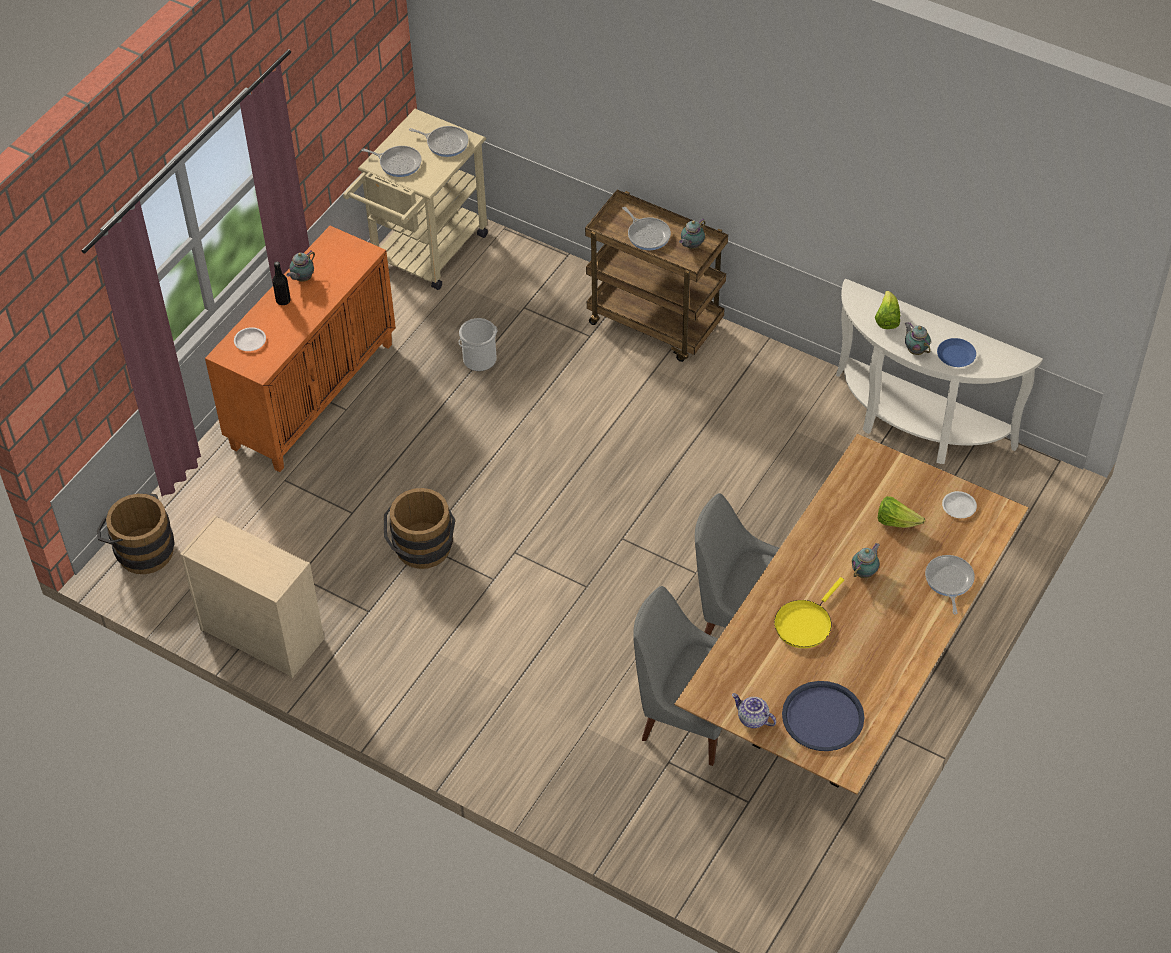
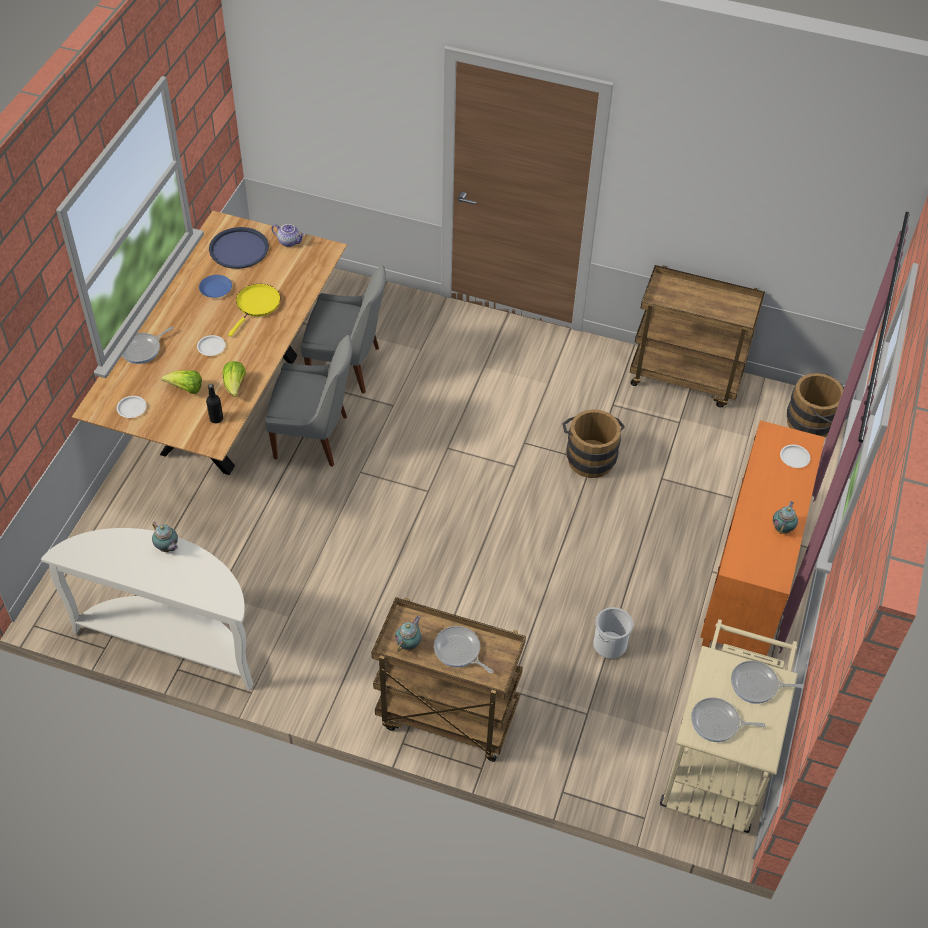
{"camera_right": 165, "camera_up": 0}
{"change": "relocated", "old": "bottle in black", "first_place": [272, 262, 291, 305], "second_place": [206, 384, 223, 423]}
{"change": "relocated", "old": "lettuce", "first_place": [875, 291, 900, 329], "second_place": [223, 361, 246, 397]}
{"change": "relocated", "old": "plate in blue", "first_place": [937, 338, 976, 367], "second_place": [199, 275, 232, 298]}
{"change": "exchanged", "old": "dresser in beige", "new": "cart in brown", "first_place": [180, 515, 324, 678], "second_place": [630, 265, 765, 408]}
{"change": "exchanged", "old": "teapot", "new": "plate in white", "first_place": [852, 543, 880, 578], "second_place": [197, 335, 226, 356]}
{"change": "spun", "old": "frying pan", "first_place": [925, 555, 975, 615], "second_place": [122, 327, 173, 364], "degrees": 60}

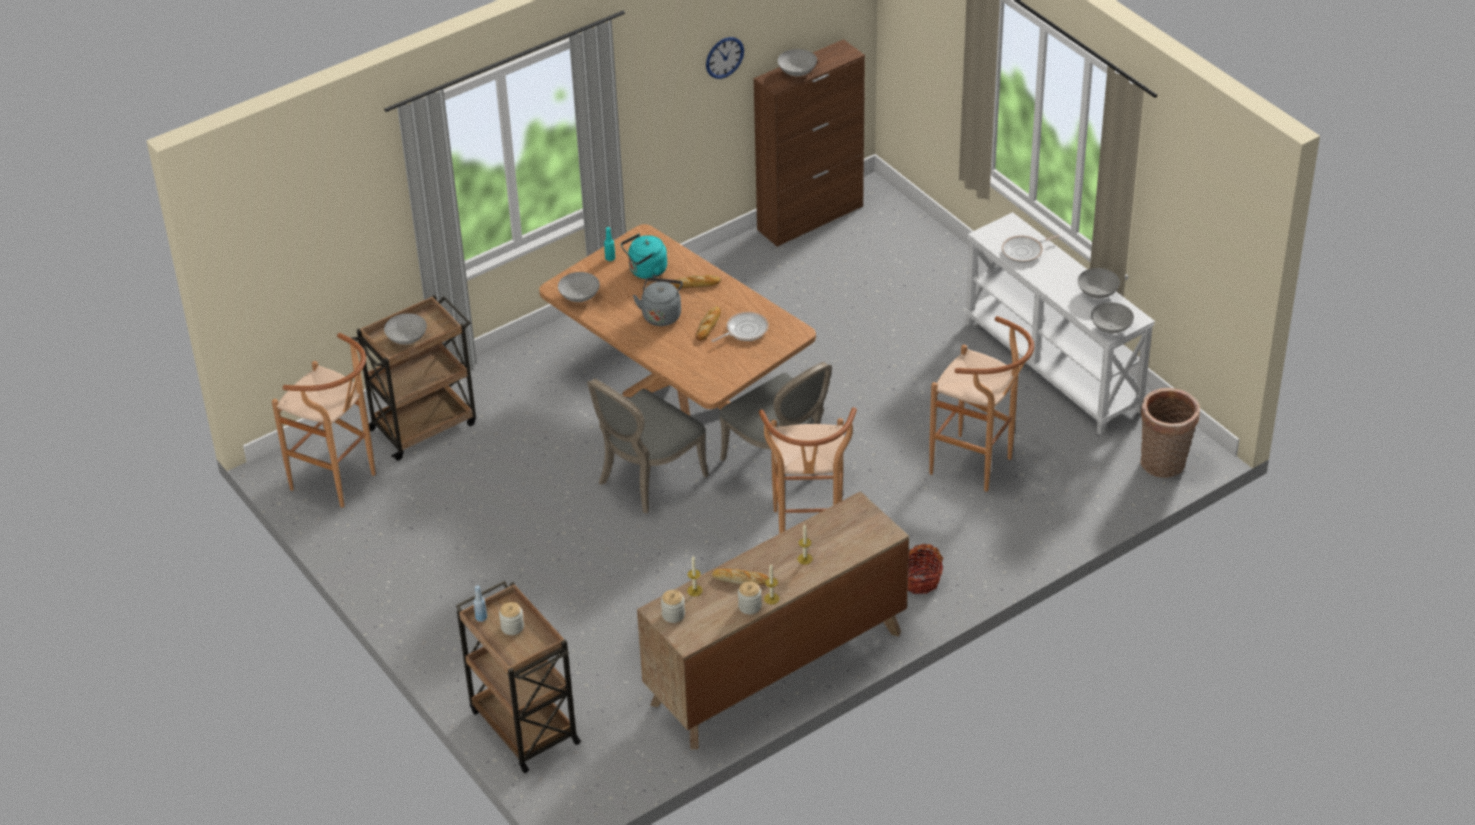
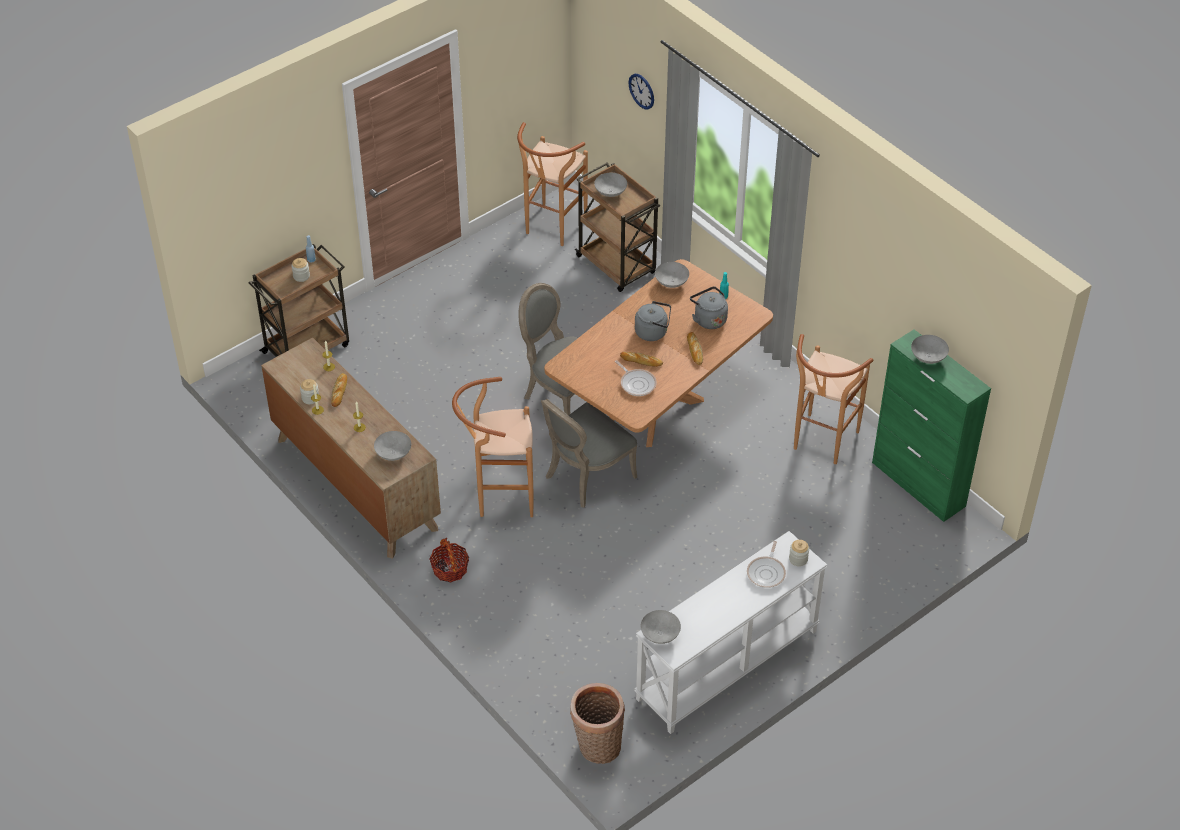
{"camera_right": 85, "camera_up": 5}
{"change": "relocated", "old": "wall clock", "first_place": [706, 37, 744, 79], "second_place": [628, 74, 654, 110]}
{"change": "colour", "old": "cabinet in brown", "new": "cabinet in green", "first_place": [754, 39, 865, 247], "second_place": [872, 329, 991, 522]}
{"change": "colour", "old": "kettle in turquoise", "new": "kettle in grey", "first_place": [621, 234, 667, 279], "second_place": [690, 287, 728, 329]}
{"change": "spun", "old": "frying pan", "first_place": [1002, 235, 1059, 263], "second_place": [747, 541, 786, 588], "degrees": -135}
{"change": "relocated", "old": "bowl in grey", "first_place": [1078, 268, 1120, 299], "second_place": [374, 431, 411, 461]}
{"change": "relocated", "old": "stool in brown", "first_place": [929, 316, 1034, 492], "second_place": [794, 334, 873, 464]}
{"change": "relocated", "old": "jar", "first_place": [661, 590, 685, 623], "second_place": [789, 540, 809, 566]}

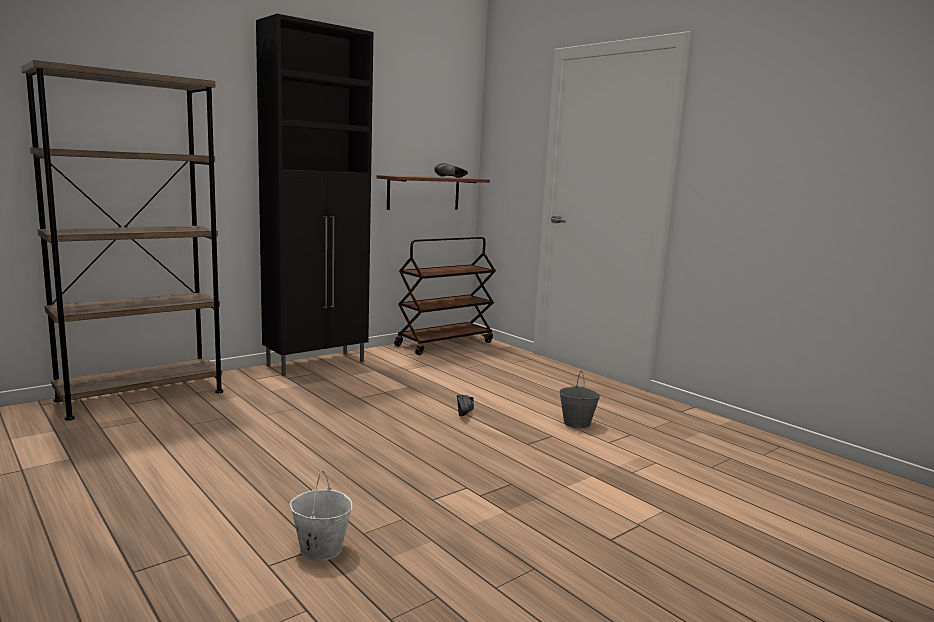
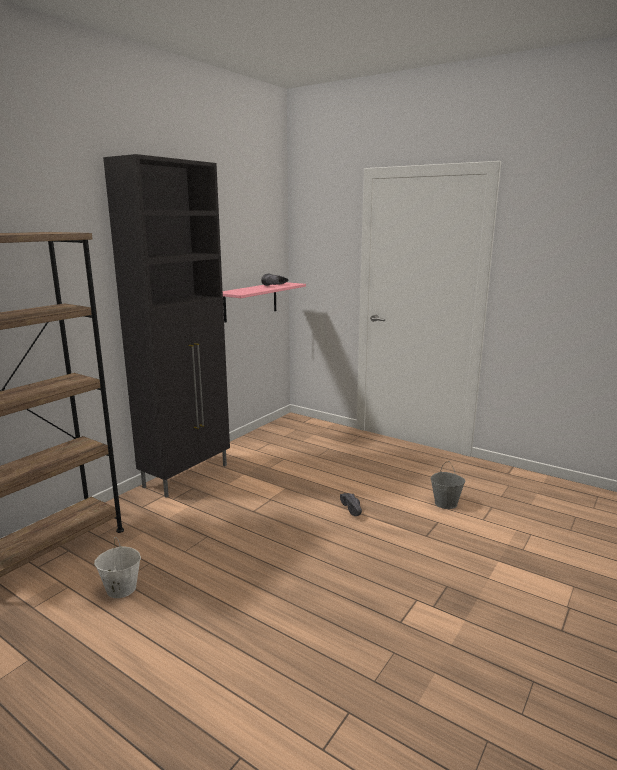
{"camera_right": -15, "camera_up": 5}
{"change": "colour", "old": "shelf in brown", "new": "shelf in pink", "first_place": [377, 175, 490, 210], "second_place": [223, 282, 306, 323]}
{"change": "missing", "old": "cart in brown", "first_place": [394, 237, 496, 355]}
{"change": "relocated", "old": "bucket in white", "first_place": [289, 471, 352, 561], "second_place": [94, 537, 141, 598]}

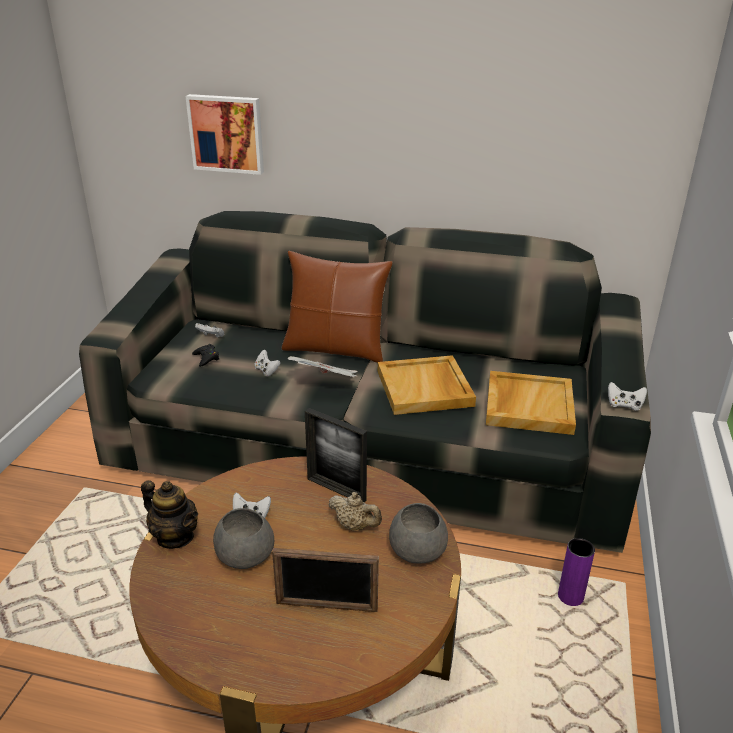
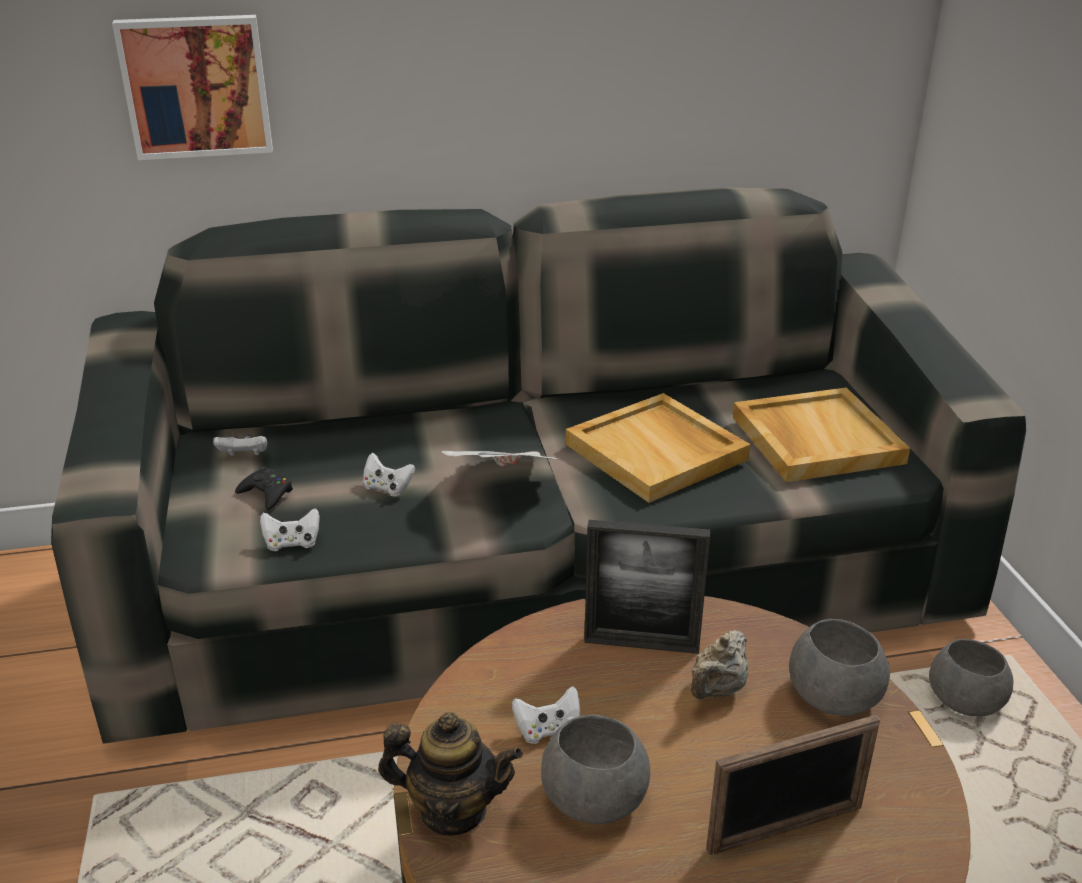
{"camera_right": -25, "camera_up": 0}
{"change": "missing", "old": "pillow in brown", "first_place": [281, 251, 392, 363]}
{"change": "relocated", "old": "game controller in white", "first_place": [608, 382, 647, 411], "second_place": [260, 508, 320, 551]}
{"change": "spun", "old": "teapot in beige", "first_place": [328, 492, 382, 531], "second_place": [691, 630, 749, 699], "degrees": 120}
{"change": "exchanged", "old": "vase in purple", "new": "bowl in grey", "first_place": [558, 538, 595, 606], "second_place": [929, 639, 1013, 716]}

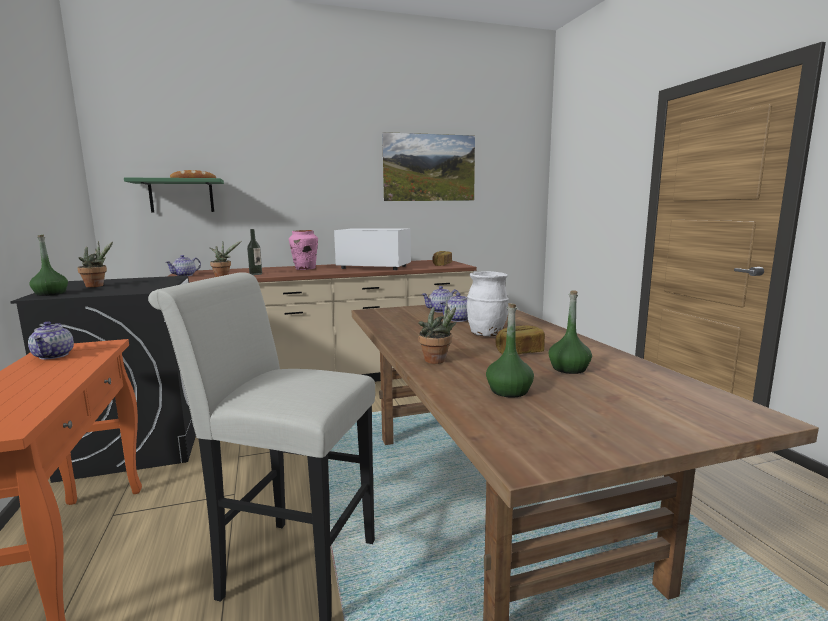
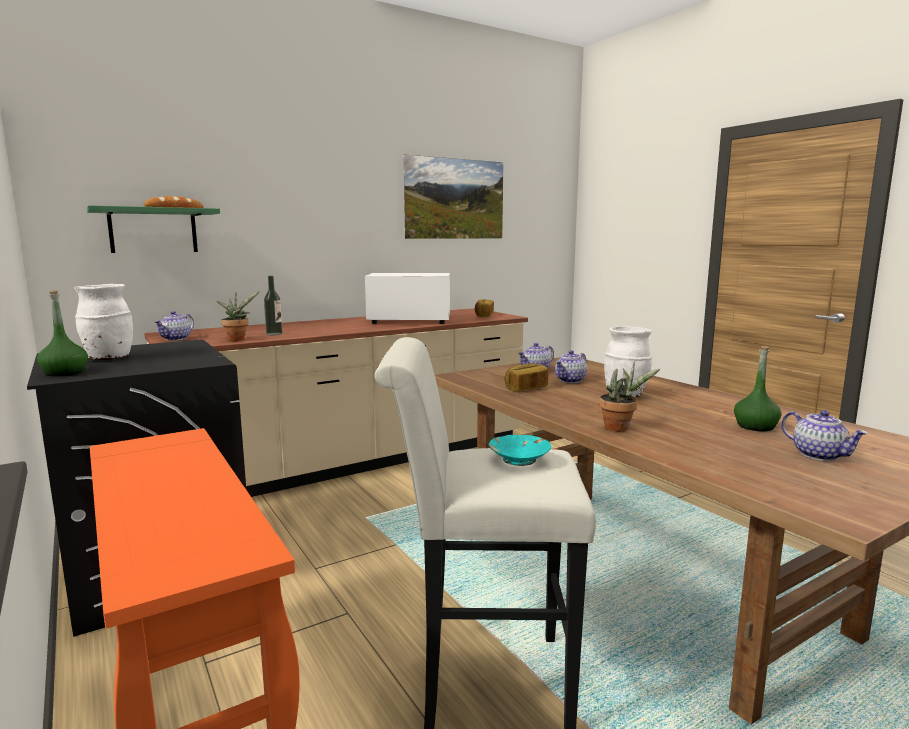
{"camera_right": -15, "camera_up": 0}
{"change": "missing", "old": "vase in pink", "first_place": [289, 230, 318, 270]}
{"change": "exchanged", "old": "potted plant", "new": "vase in white", "first_place": [77, 241, 113, 287], "second_place": [74, 284, 133, 360]}
{"change": "missing", "old": "bottle in green", "first_place": [486, 303, 534, 397]}
{"change": "relocated", "old": "teapot", "first_place": [28, 321, 74, 359], "second_place": [781, 410, 868, 461]}
{"change": "relocated", "old": "bread", "first_place": [495, 325, 545, 354], "second_place": [505, 363, 548, 392]}
{"change": "appeared", "new": "bowl in turquoise", "second_place": [489, 435, 551, 466]}

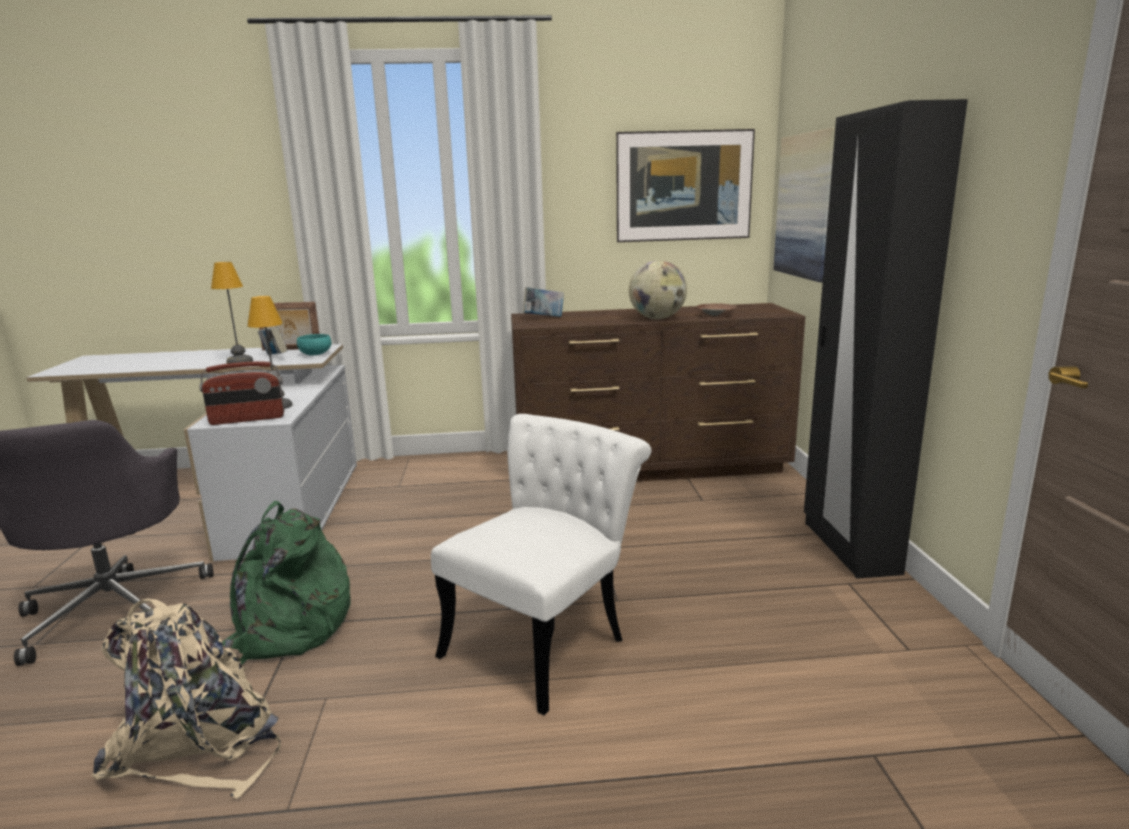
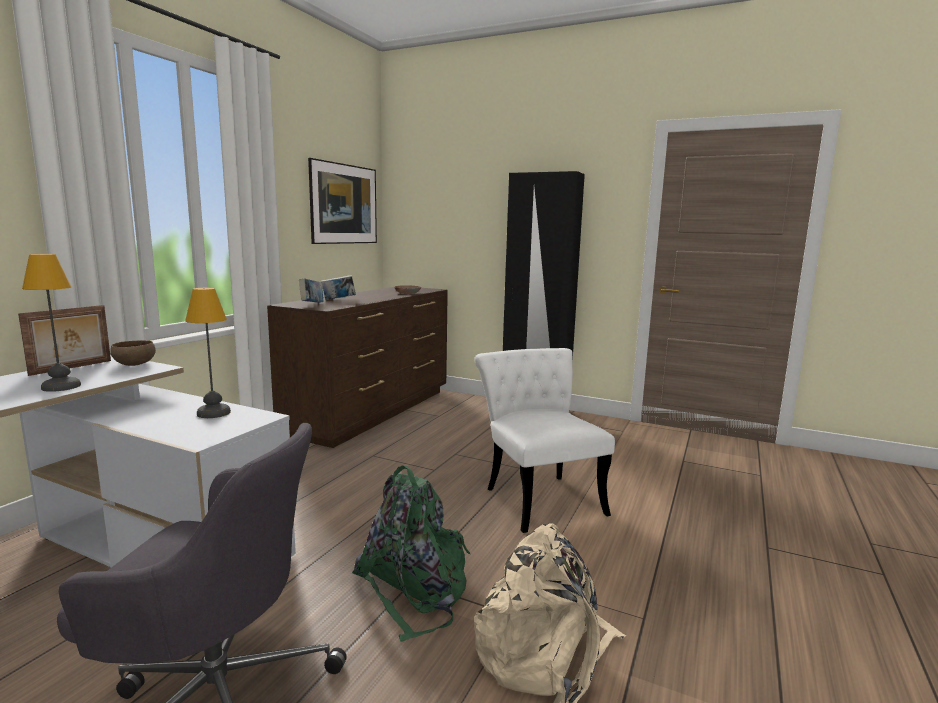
{"camera_right": -60, "camera_up": -5}
{"change": "missing", "old": "picture", "first_place": [774, 128, 835, 282]}
{"change": "missing", "old": "globe", "first_place": [629, 260, 687, 319]}
{"change": "relocated", "old": "book", "first_place": [258, 326, 288, 355], "second_place": [321, 275, 356, 300]}
{"change": "colour", "old": "bowl in turquoise", "new": "bowl in brown", "first_place": [297, 334, 331, 355], "second_place": [110, 340, 156, 366]}
{"change": "missing", "old": "radio", "first_place": [199, 362, 284, 425]}

